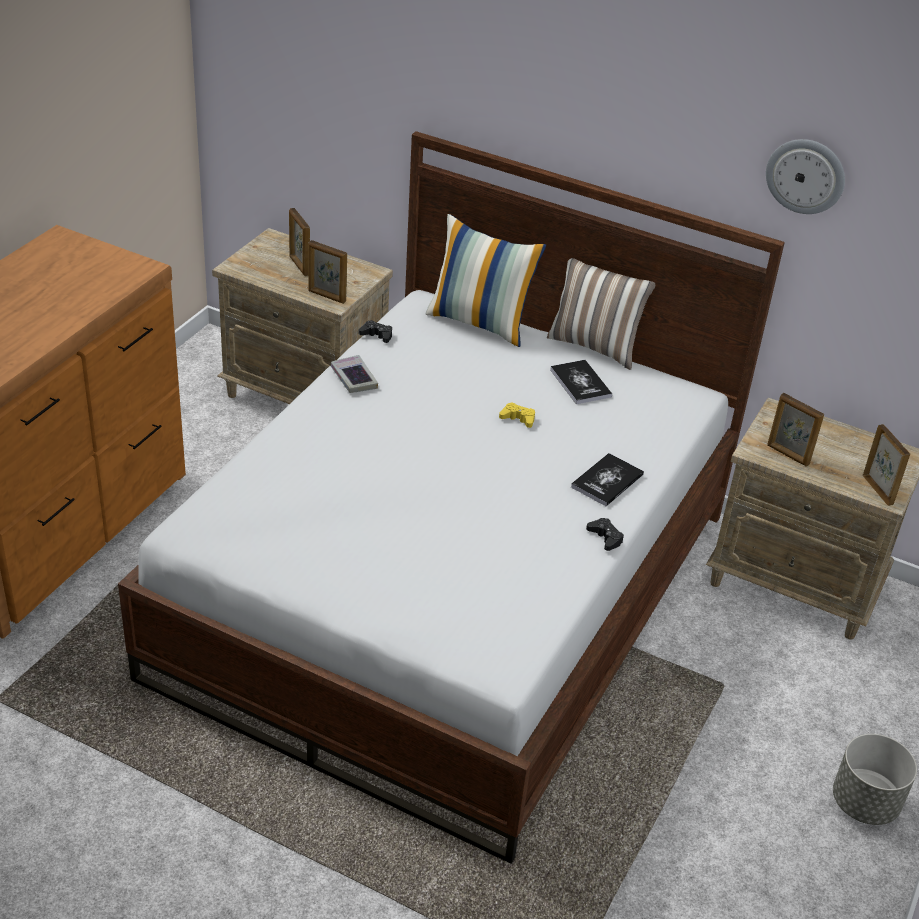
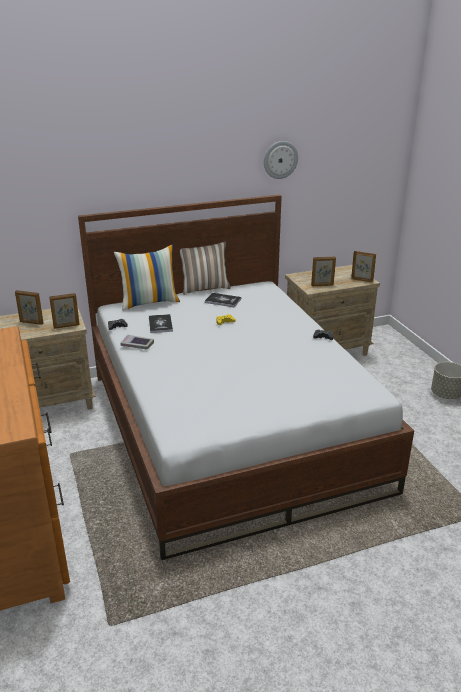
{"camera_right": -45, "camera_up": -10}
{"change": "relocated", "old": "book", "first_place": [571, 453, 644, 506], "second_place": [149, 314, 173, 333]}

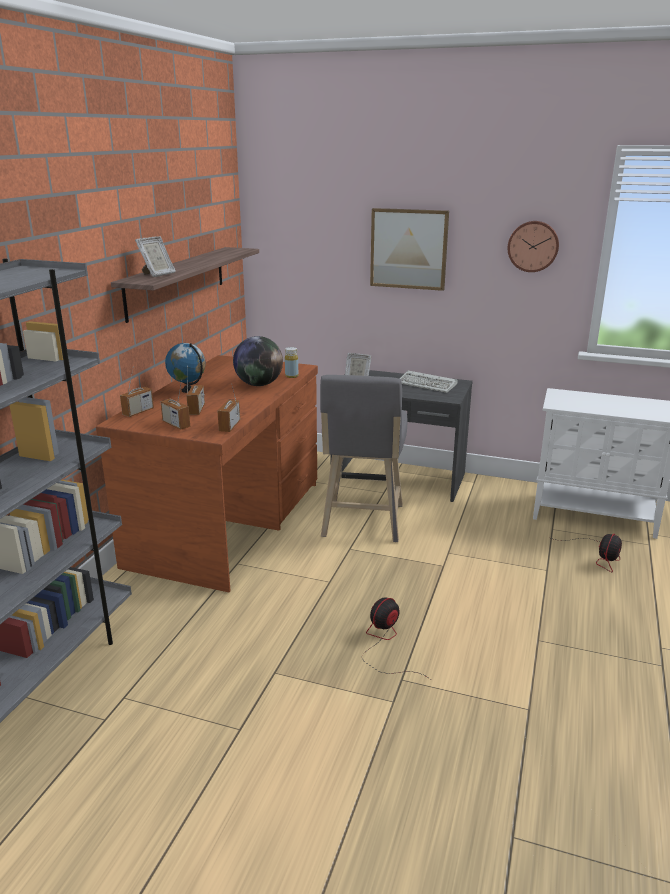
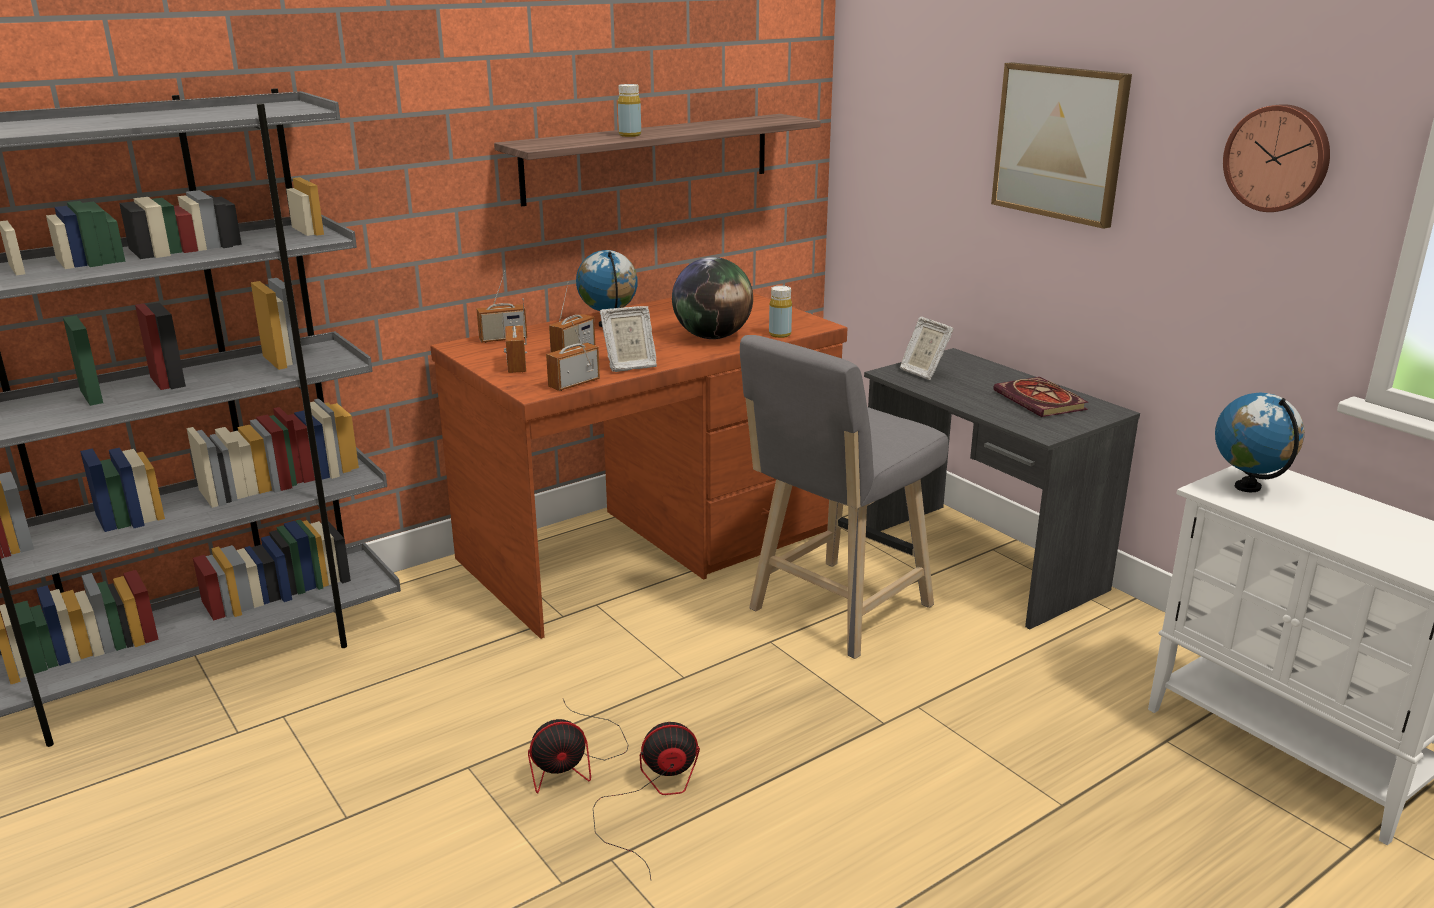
{"camera_right": 35, "camera_up": 0}
{"change": "relocated", "old": "picture frame", "first_place": [135, 236, 176, 277], "second_place": [600, 306, 657, 372]}
{"change": "exchanged", "old": "keyboard", "new": "book", "first_place": [399, 370, 457, 393], "second_place": [993, 377, 1089, 417]}
{"change": "relocated", "old": "fan", "first_place": [551, 534, 622, 572], "second_place": [528, 699, 628, 794]}
{"change": "appeared", "new": "bottle in yellow", "second_place": [618, 84, 641, 137]}
{"change": "appeared", "new": "globe", "second_place": [1215, 393, 1304, 492]}

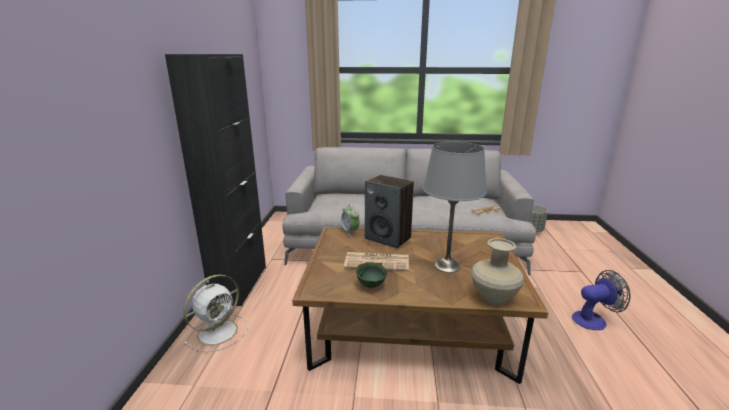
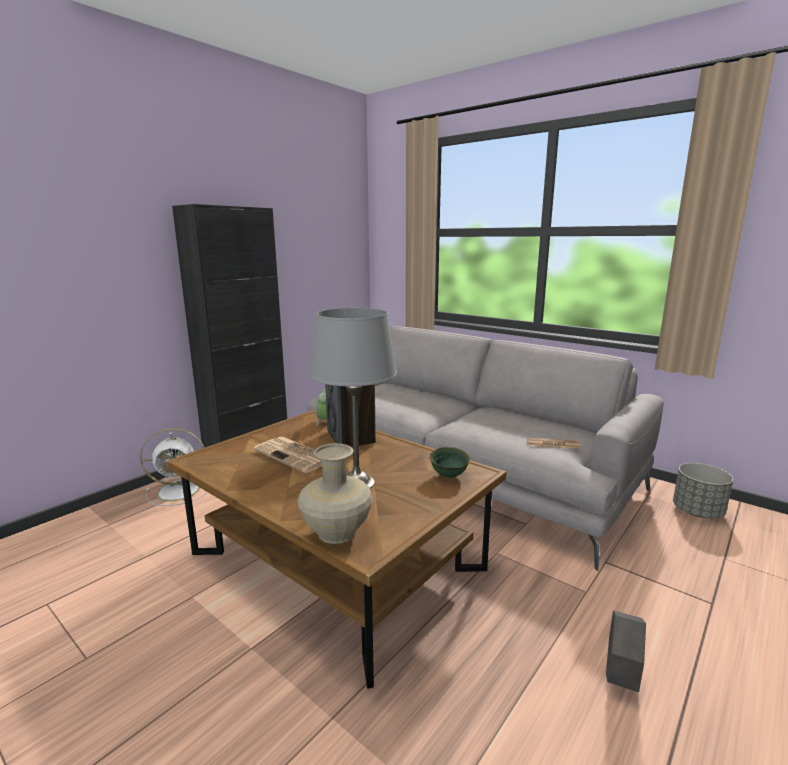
{"camera_right": 35, "camera_up": -5}
{"change": "relocated", "old": "bowl in green", "first_place": [356, 262, 387, 288], "second_place": [430, 447, 470, 479]}
{"change": "exchanged", "old": "fan", "new": "planter in grey", "first_place": [572, 270, 631, 330], "second_place": [606, 610, 646, 692]}

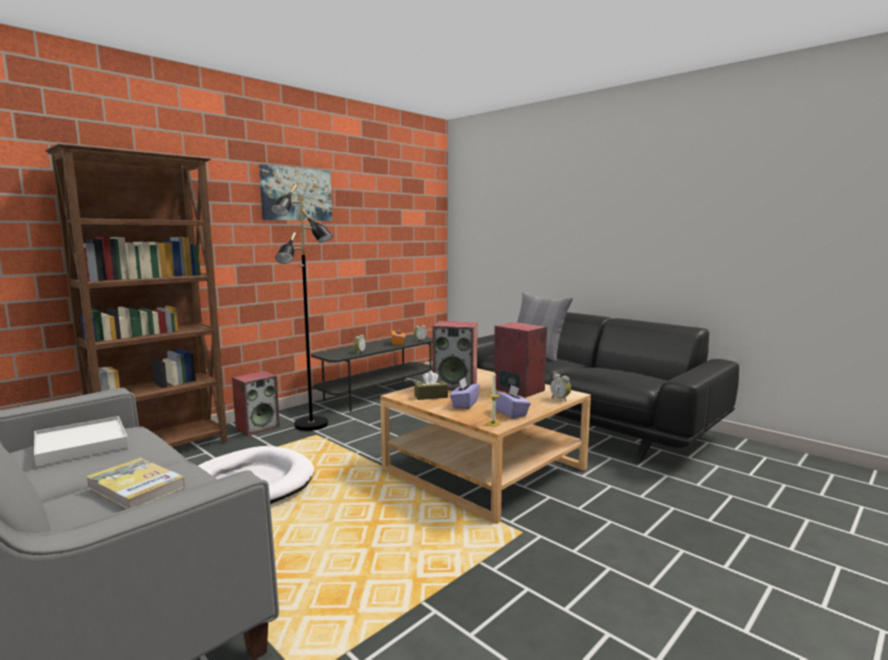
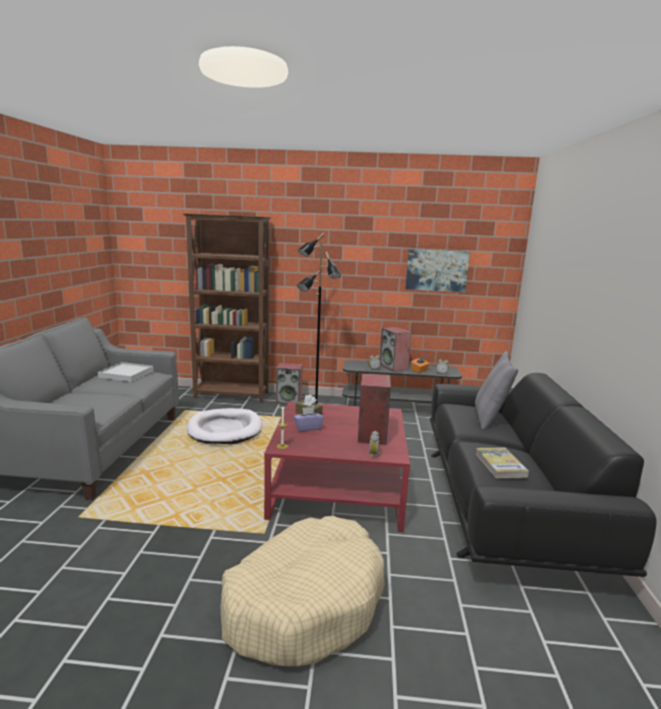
{"camera_right": 50, "camera_up": 5}
{"change": "relocated", "old": "picture", "first_place": [259, 164, 332, 221], "second_place": [405, 249, 470, 292]}
{"change": "relocated", "old": "speaker", "first_place": [433, 321, 478, 391], "second_place": [380, 327, 412, 372]}
{"change": "colour", "old": "coffee table in beige", "new": "coffee table in red", "first_place": [380, 368, 591, 524], "second_place": [264, 402, 410, 532]}
{"change": "missing", "old": "tissue box in purple", "first_place": [495, 384, 531, 418]}
{"change": "relocated", "old": "book", "first_place": [86, 458, 185, 509], "second_place": [476, 448, 529, 478]}
{"change": "appeared", "new": "dog bed in beige", "second_place": [221, 516, 385, 666]}

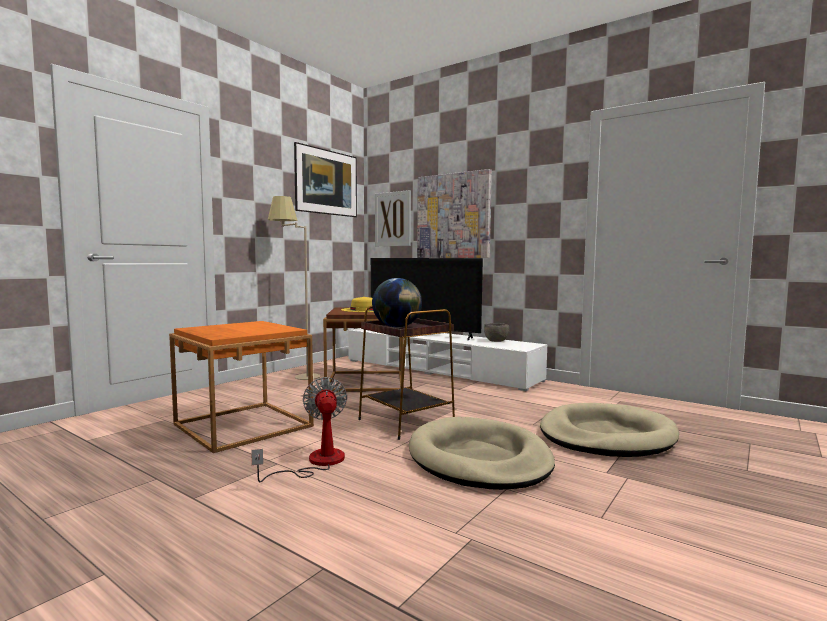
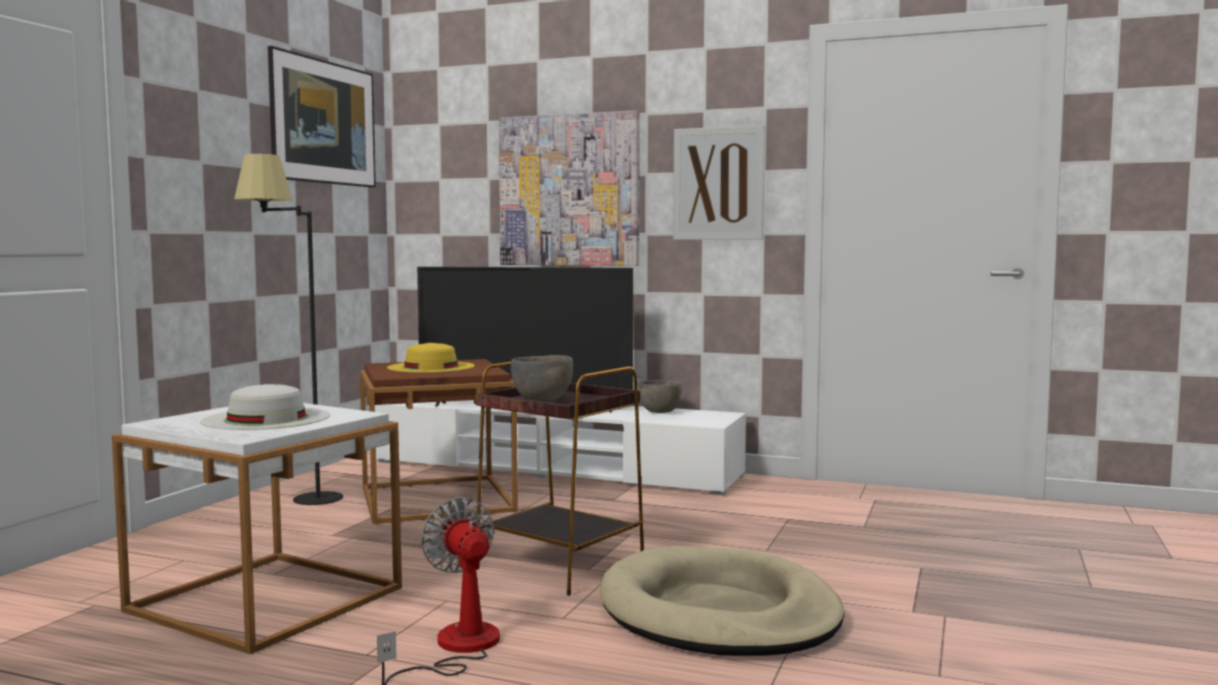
{"camera_right": -15, "camera_up": 0}
{"change": "relocated", "old": "picture", "first_place": [375, 190, 411, 246], "second_place": [673, 125, 765, 240]}
{"change": "colour", "old": "floor lamp in beige", "new": "floor lamp in black", "first_place": [268, 196, 321, 380], "second_place": [234, 154, 343, 505]}
{"change": "exchanged", "old": "globe", "new": "bowl in grey", "first_place": [372, 278, 422, 328], "second_place": [511, 355, 573, 401]}
{"change": "colour", "old": "side table in orange", "new": "side table in white", "first_place": [169, 321, 314, 453], "second_place": [112, 403, 402, 654]}
{"change": "missing", "old": "dog bed in beige", "first_place": [540, 403, 679, 457]}
{"change": "appeared", "new": "hat in white", "second_place": [201, 384, 330, 430]}

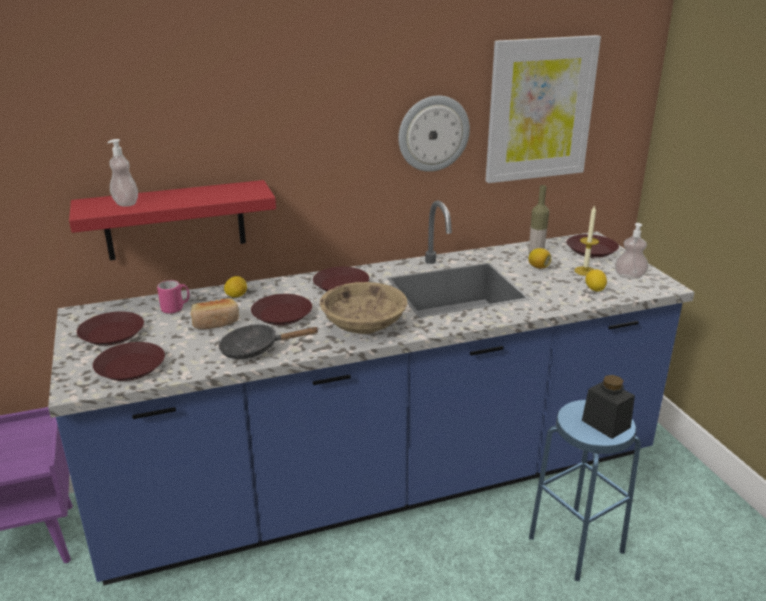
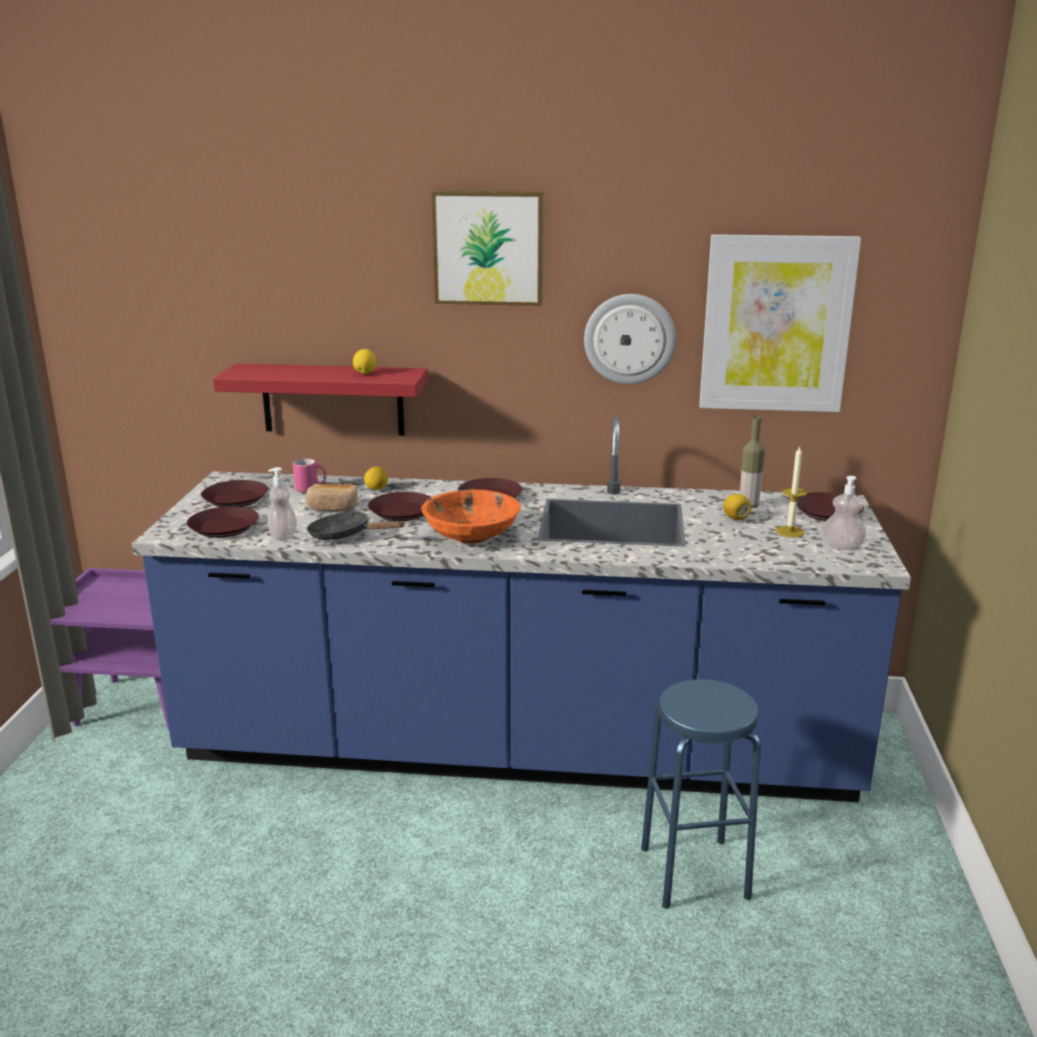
{"camera_right": 25, "camera_up": -5}
{"change": "relocated", "old": "soap dispenser", "first_place": [107, 139, 138, 207], "second_place": [268, 467, 297, 541]}
{"change": "relocated", "old": "lemon", "first_place": [585, 269, 607, 292], "second_place": [353, 349, 377, 374]}
{"change": "colour", "old": "bowl in beige", "new": "bowl in orange", "first_place": [320, 282, 407, 334], "second_place": [421, 490, 521, 544]}
{"change": "missing", "old": "jar in black", "first_place": [582, 375, 635, 439]}
{"change": "appeared", "new": "picture", "second_place": [431, 191, 544, 306]}

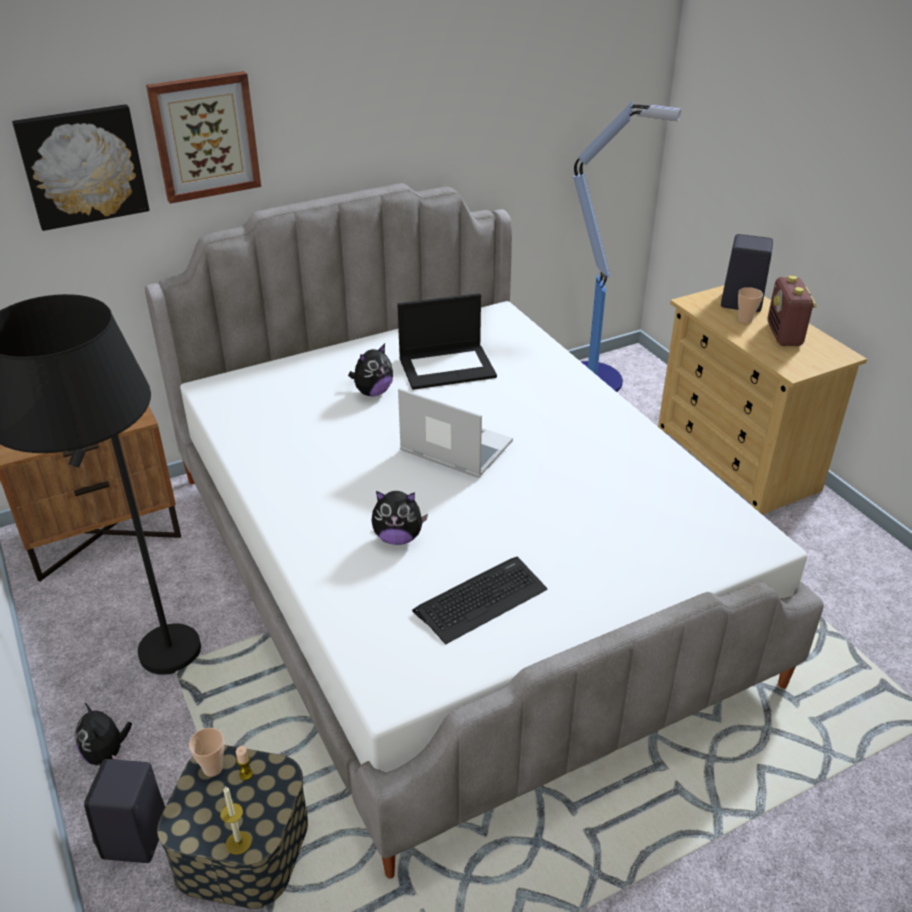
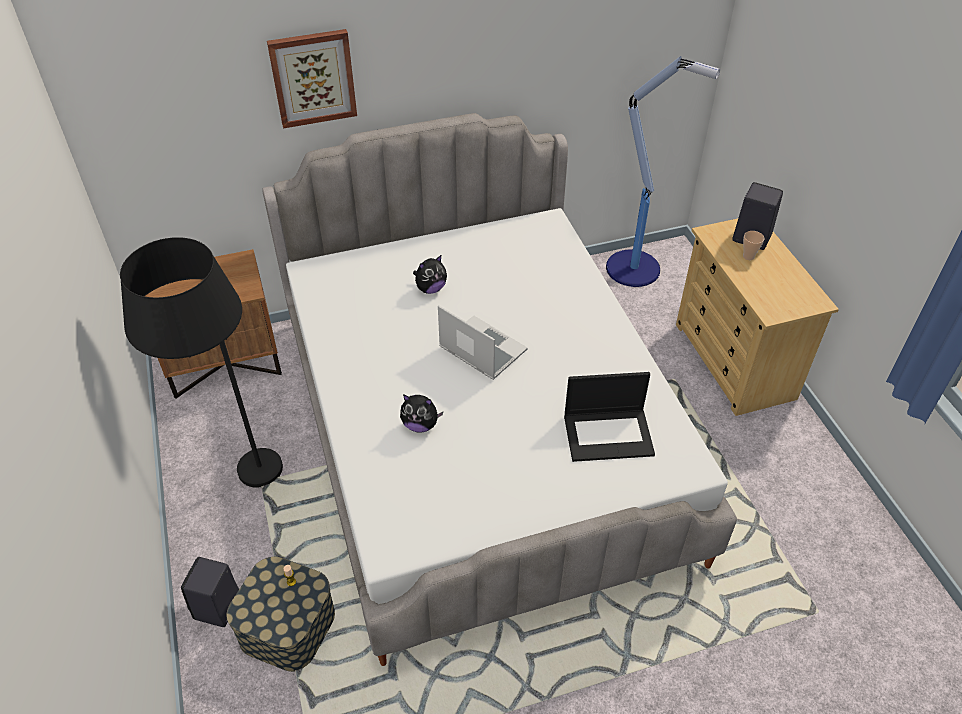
{"camera_right": 10, "camera_up": 10}
{"change": "missing", "old": "picture", "first_place": [12, 104, 149, 231]}
{"change": "missing", "old": "radio", "first_place": [767, 275, 817, 346]}
{"change": "relocated", "old": "laptop", "first_place": [397, 293, 497, 390], "second_place": [564, 372, 655, 462]}
{"change": "missing", "old": "keyboard", "first_place": [412, 557, 547, 644]}
{"change": "missing", "old": "plush toy", "first_place": [75, 702, 132, 766]}
{"change": "missing", "old": "cup", "first_place": [189, 728, 225, 777]}
{"change": "missing", "old": "candle", "first_place": [220, 786, 252, 855]}

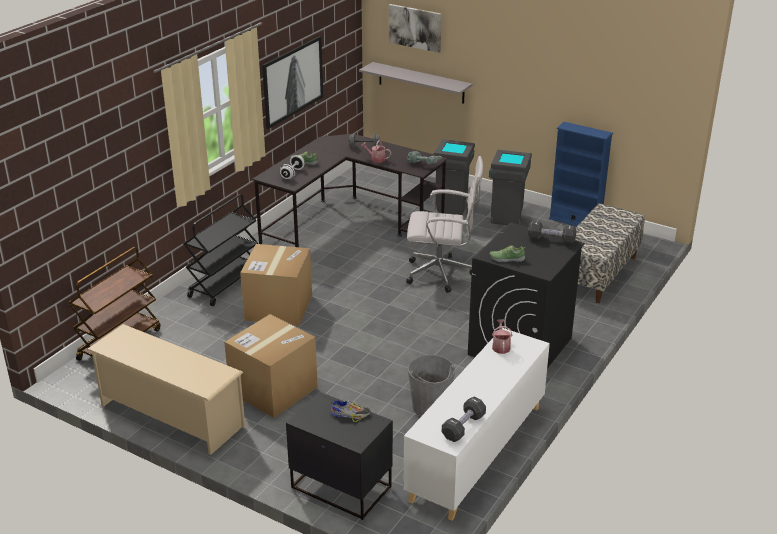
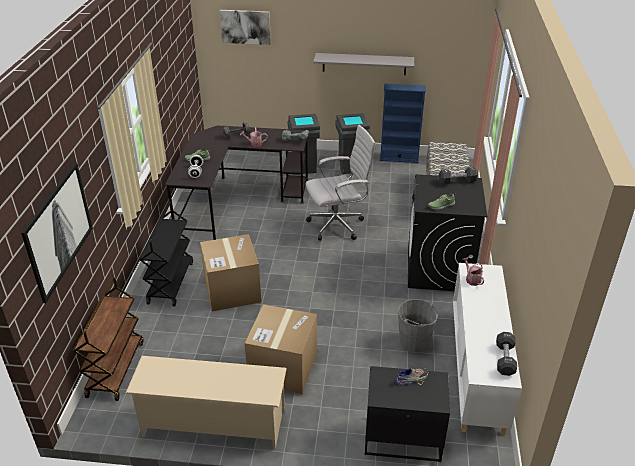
{"camera_right": -25, "camera_up": 5}
{"change": "relocated", "old": "picture", "first_place": [262, 36, 323, 129], "second_place": [21, 162, 93, 303]}
{"change": "relocated", "old": "shelf in grey", "first_place": [359, 62, 473, 104], "second_place": [313, 53, 414, 75]}

